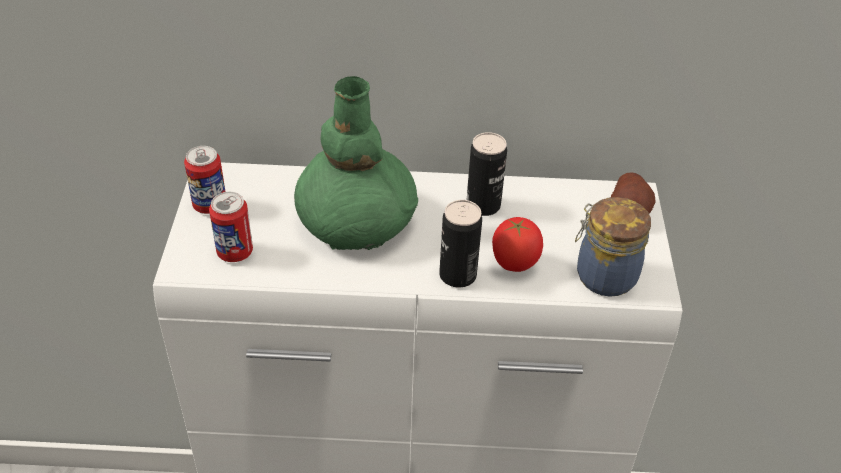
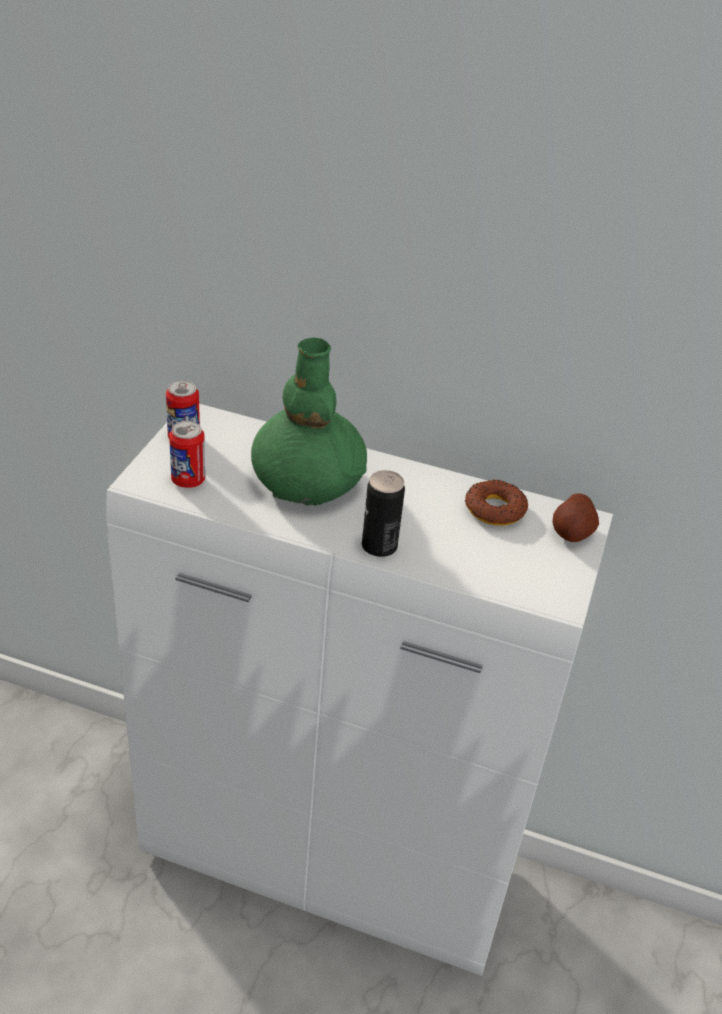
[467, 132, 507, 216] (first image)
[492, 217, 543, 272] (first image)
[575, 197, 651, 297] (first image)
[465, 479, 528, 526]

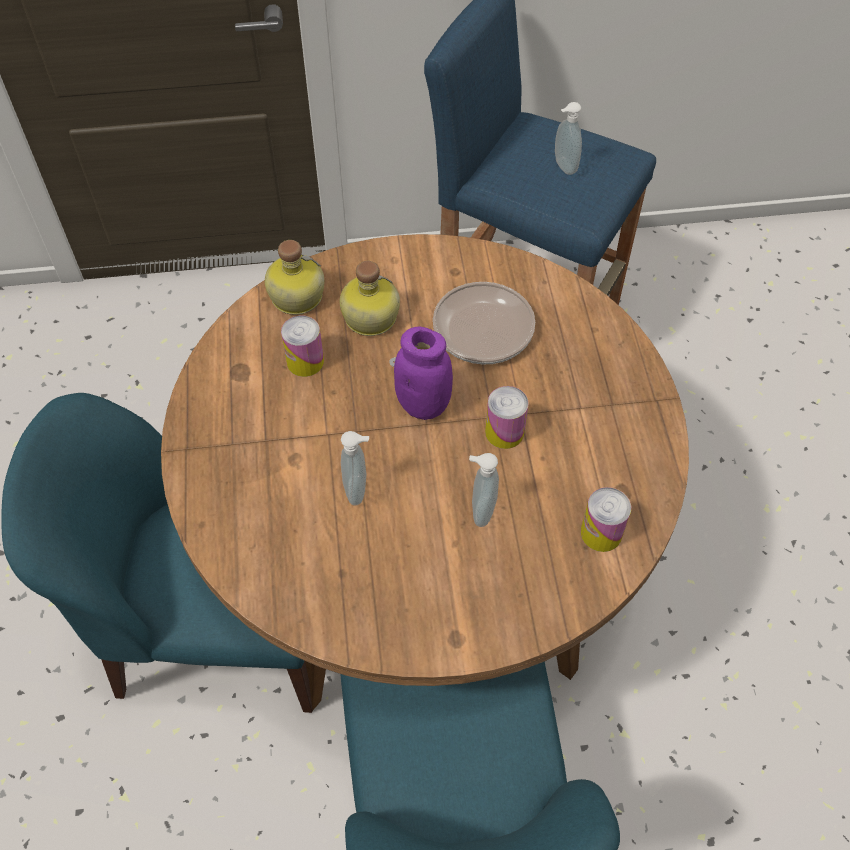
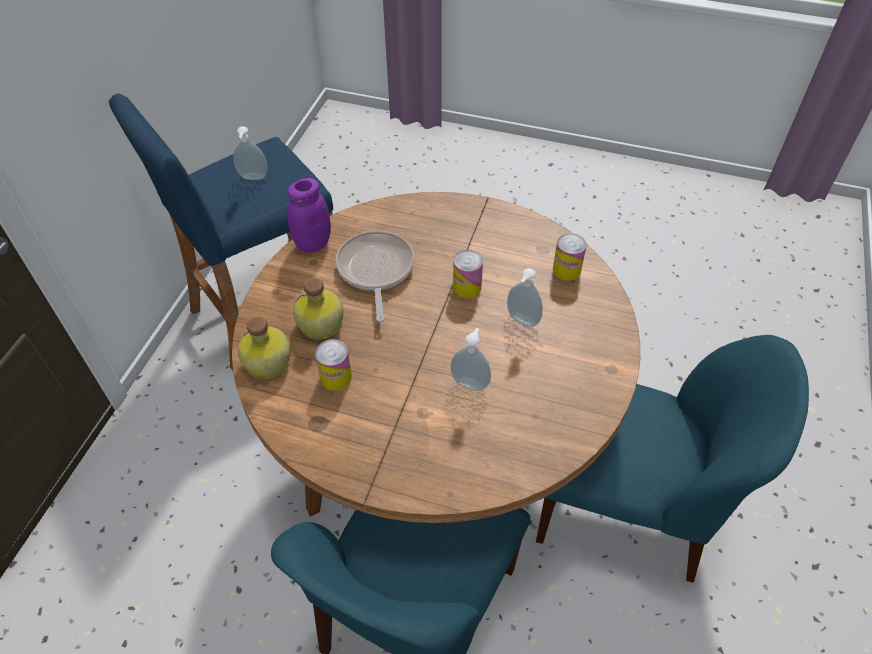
[287, 178, 331, 252]

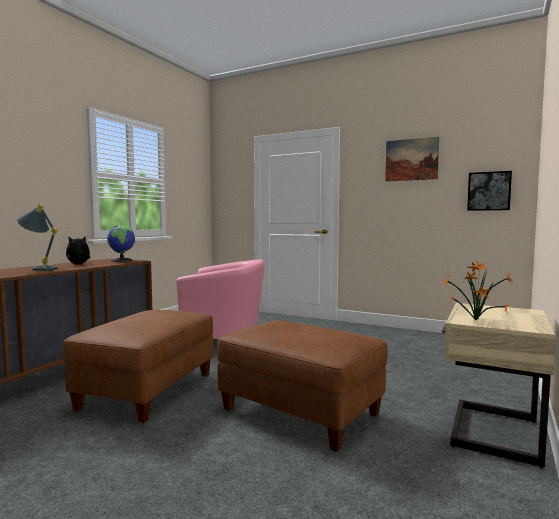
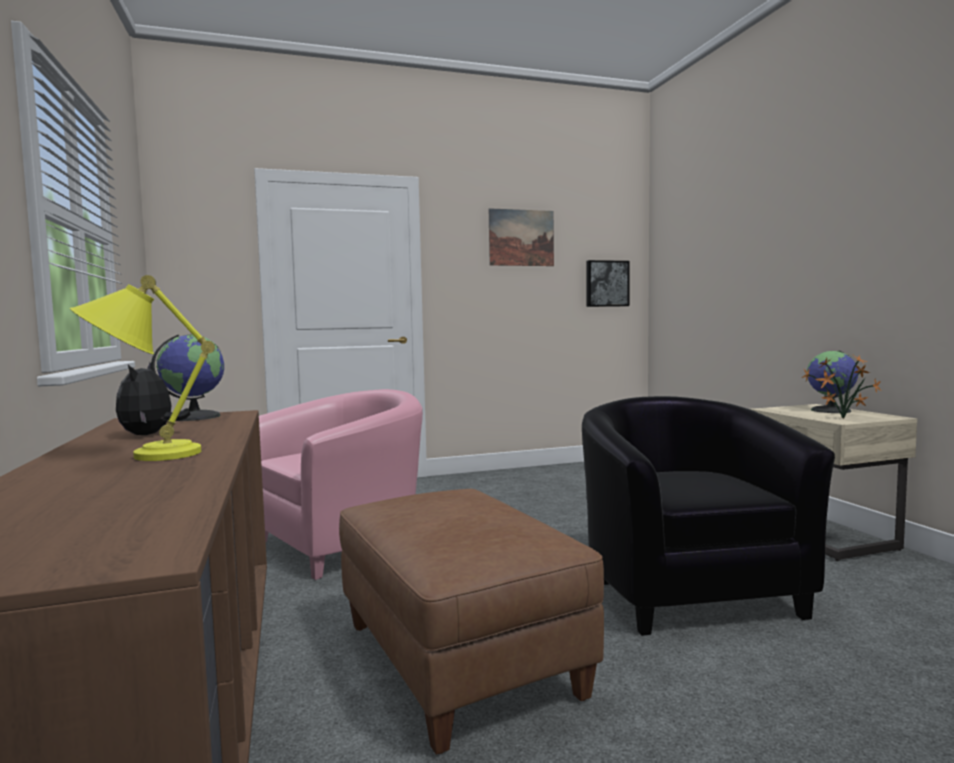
[70, 275, 215, 461]
[582, 396, 835, 636]
[807, 350, 858, 413]

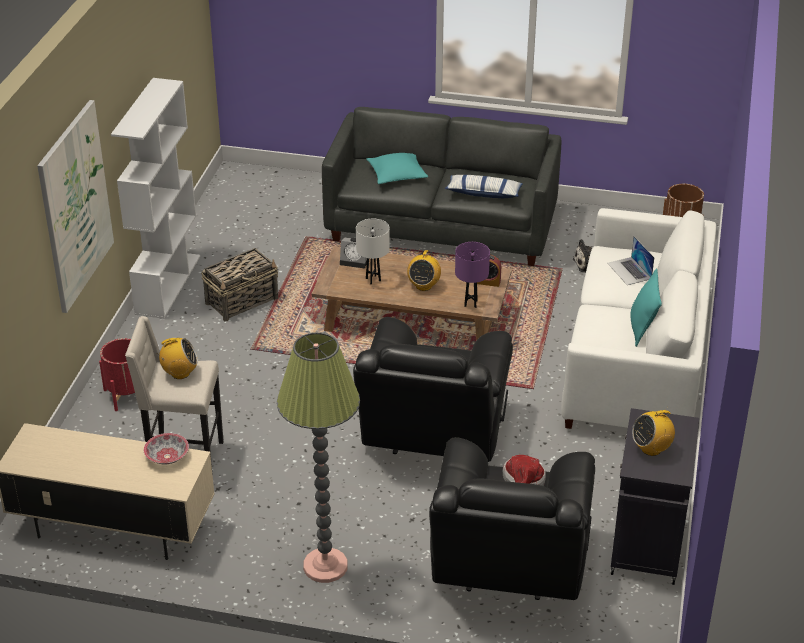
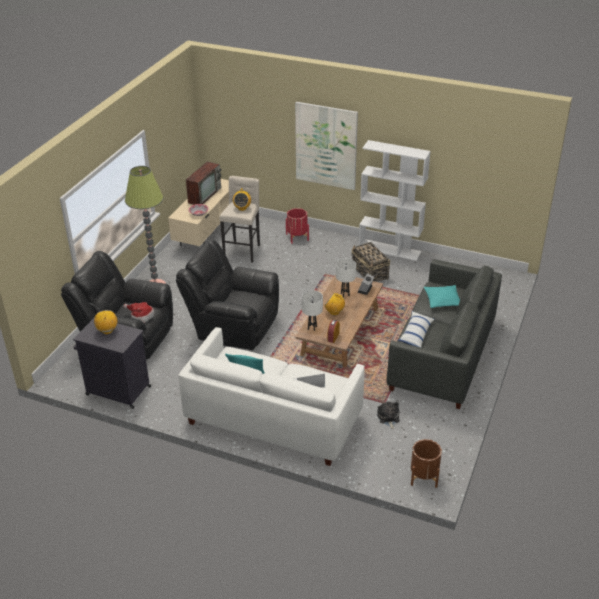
[302, 290, 323, 331]
[186, 161, 222, 205]

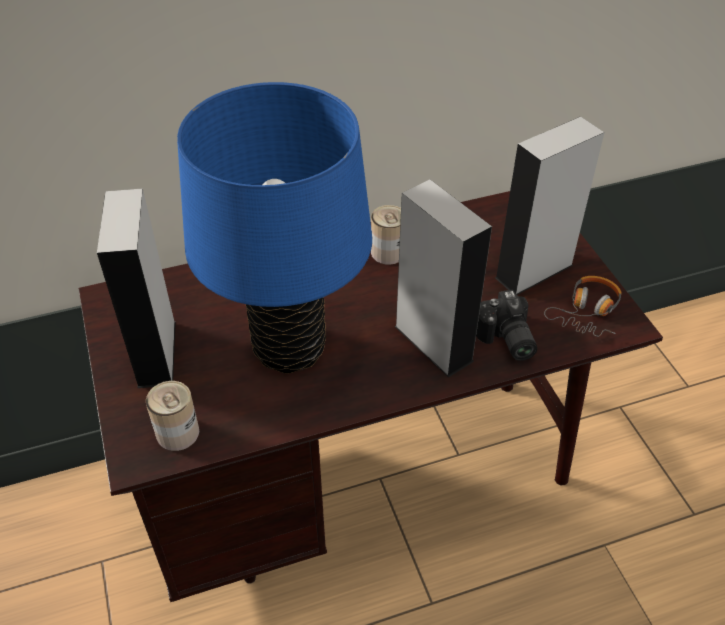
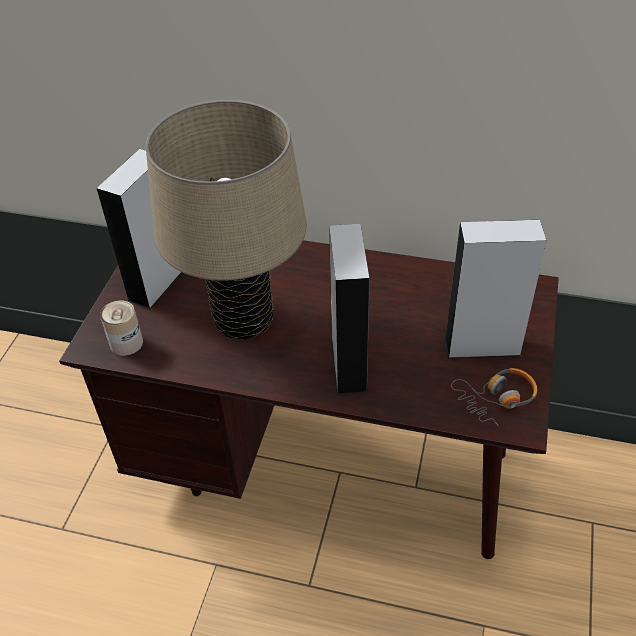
[146, 100, 307, 340]
[371, 205, 401, 265] (first image)
[476, 290, 537, 361] (first image)

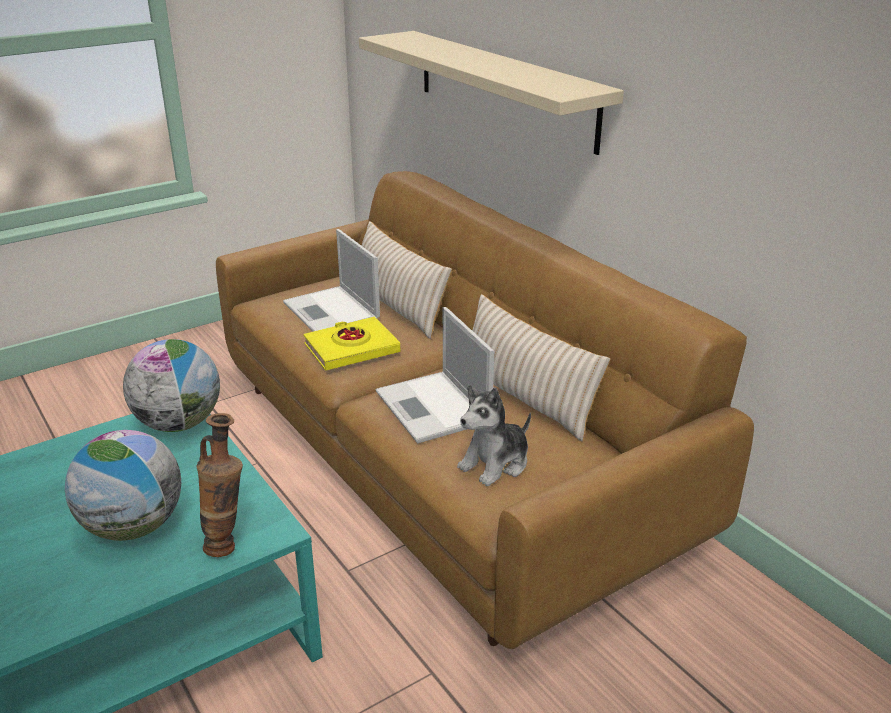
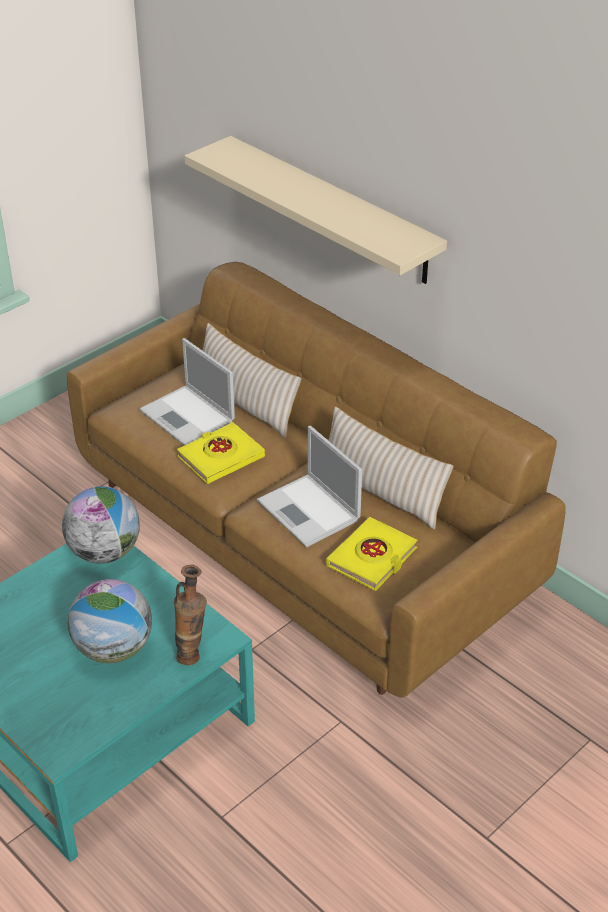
[326, 517, 417, 591]

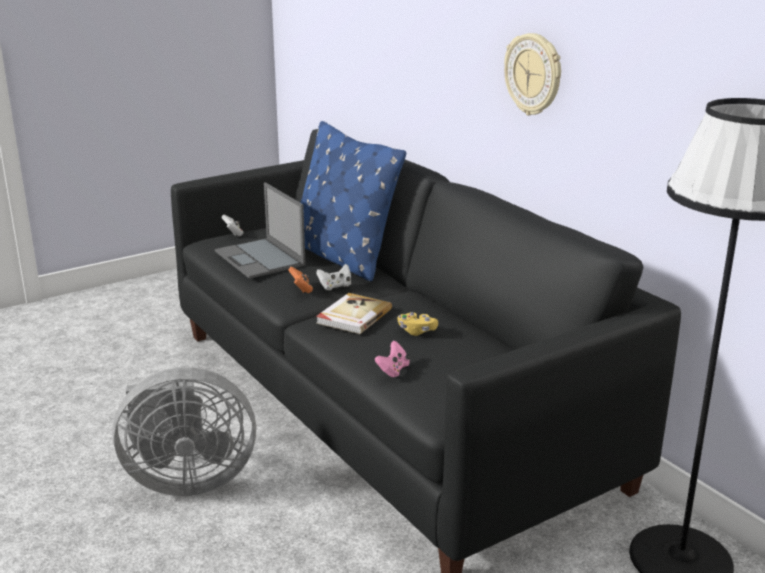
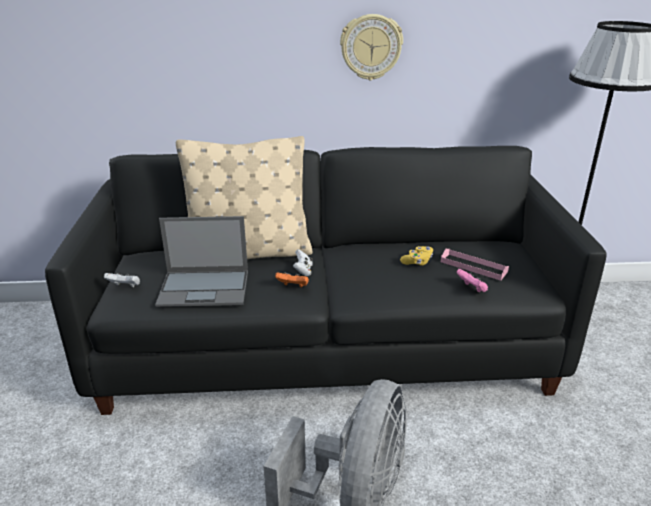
[176, 136, 312, 259]
[316, 293, 392, 334] (first image)
[441, 249, 509, 281]

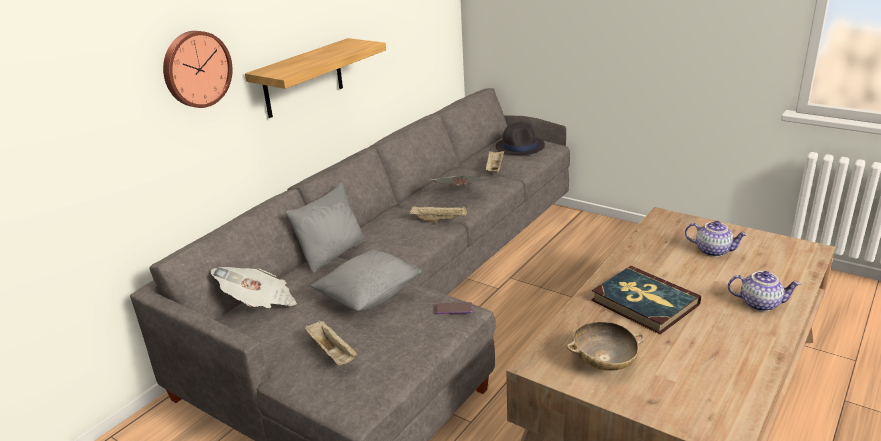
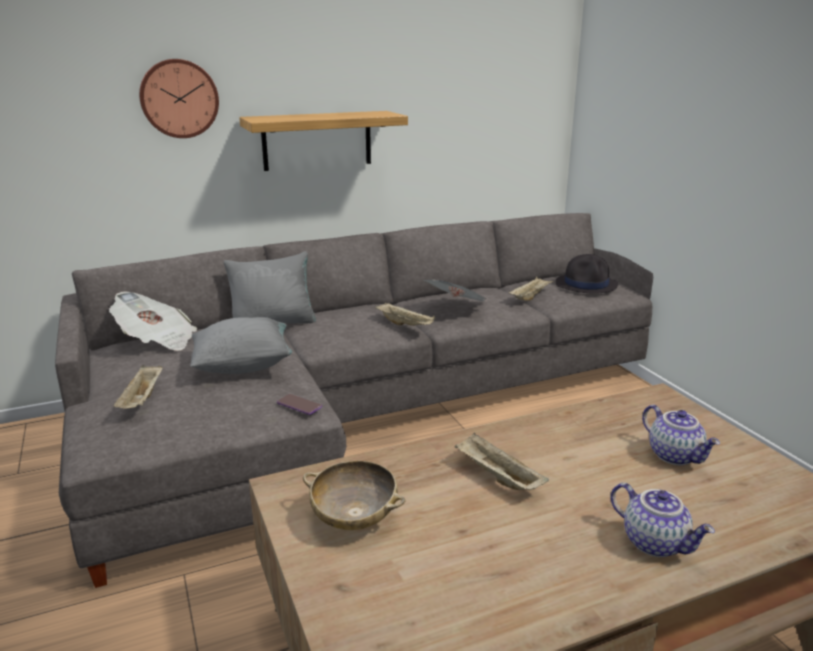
[455, 432, 549, 490]

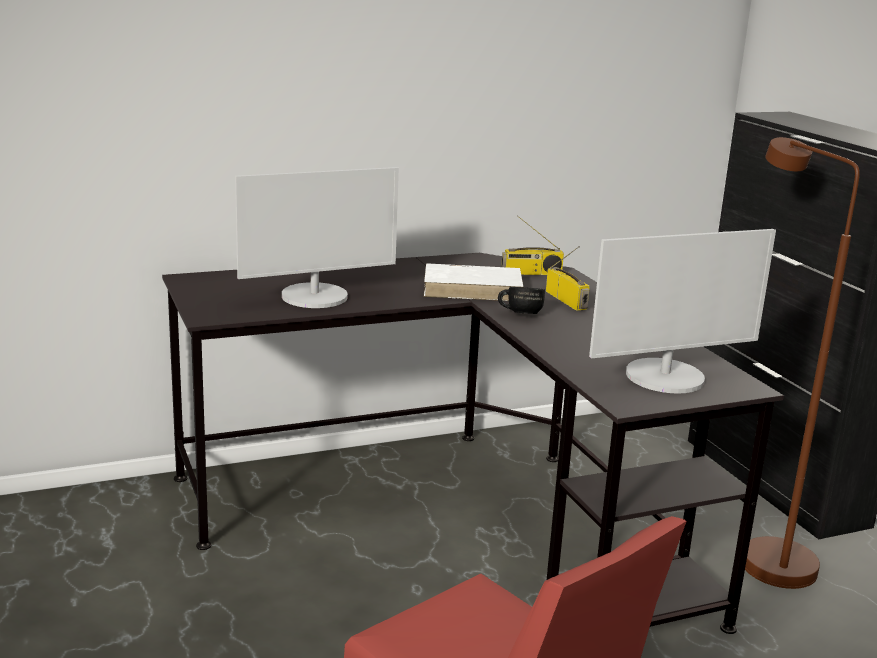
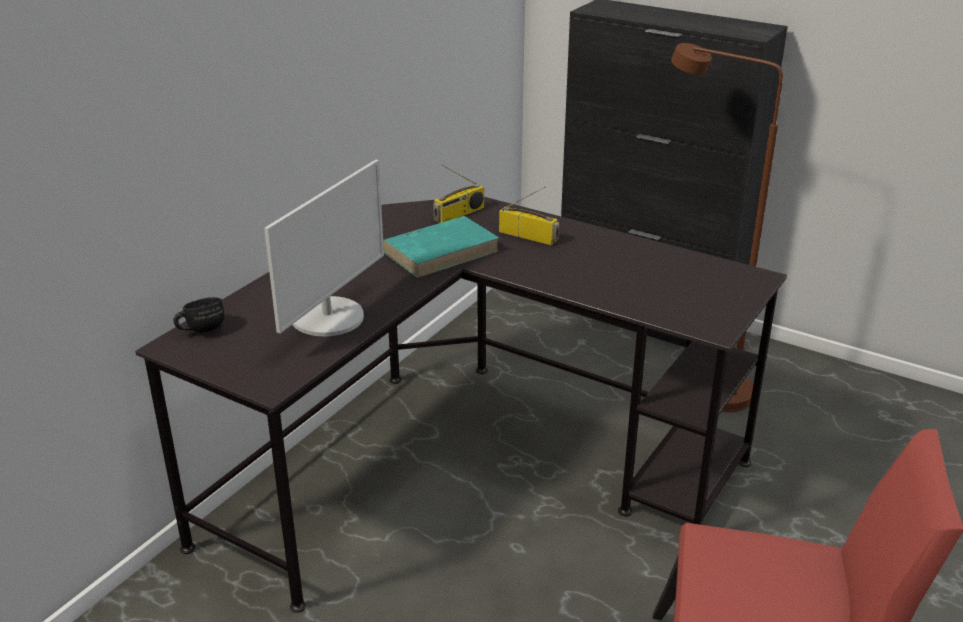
[383, 216, 499, 278]
[173, 297, 224, 333]
[589, 229, 776, 394] (first image)

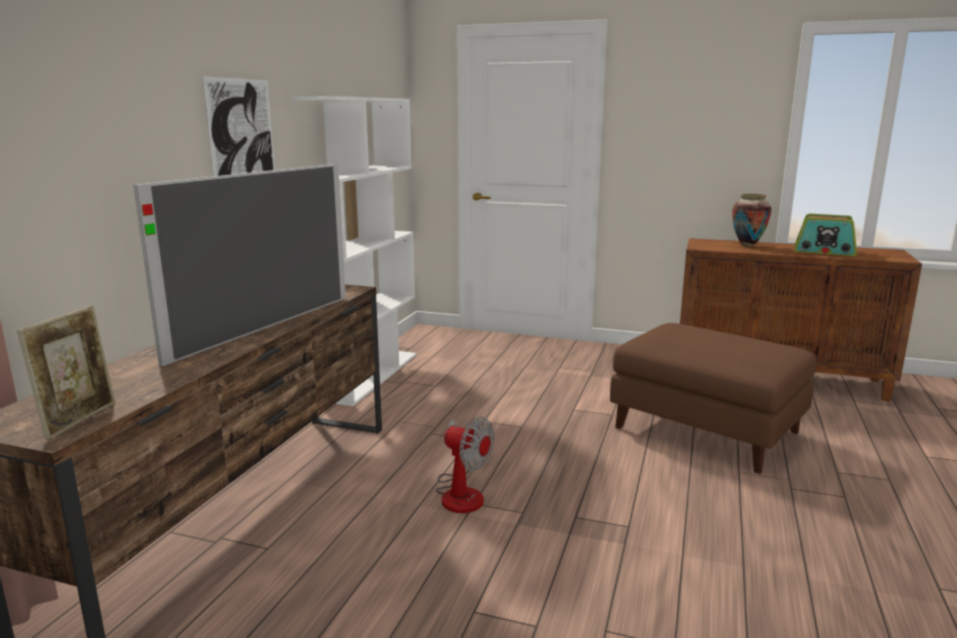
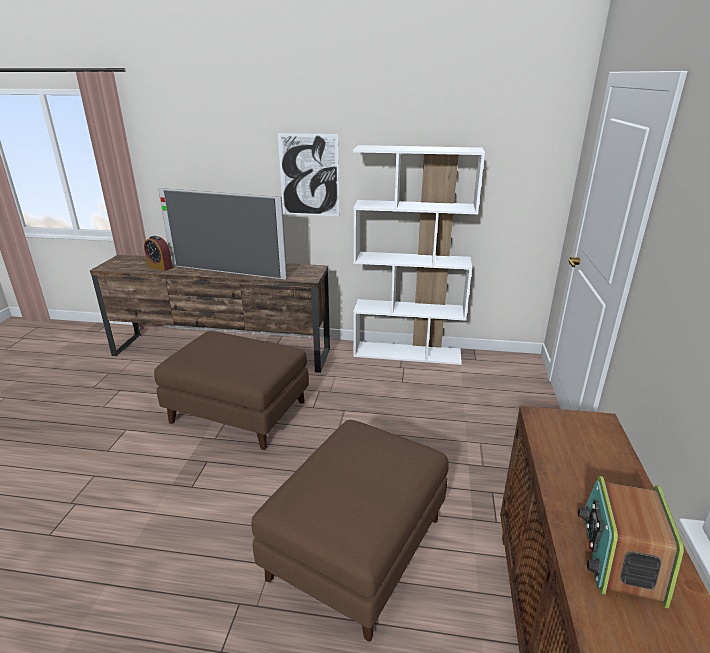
[17, 306, 115, 440] (first image)
[154, 331, 309, 450]
[732, 194, 771, 246] (first image)
[144, 236, 173, 271]

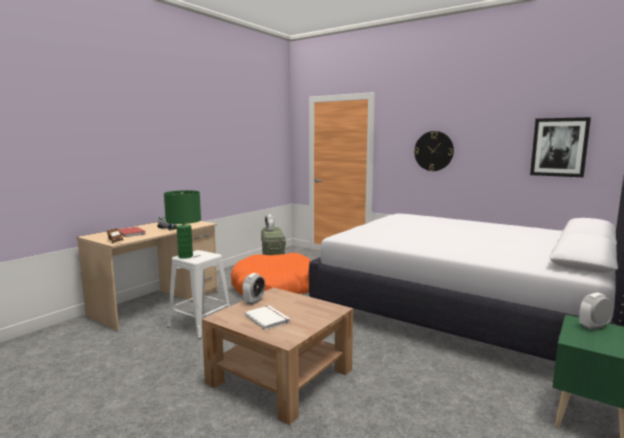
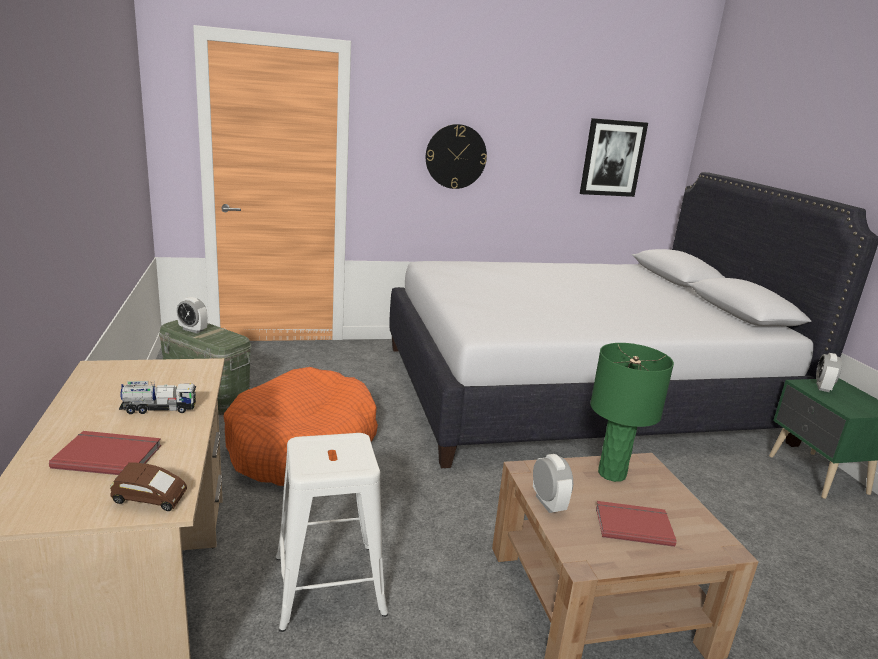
[590, 343, 674, 482]
[596, 501, 677, 547]

